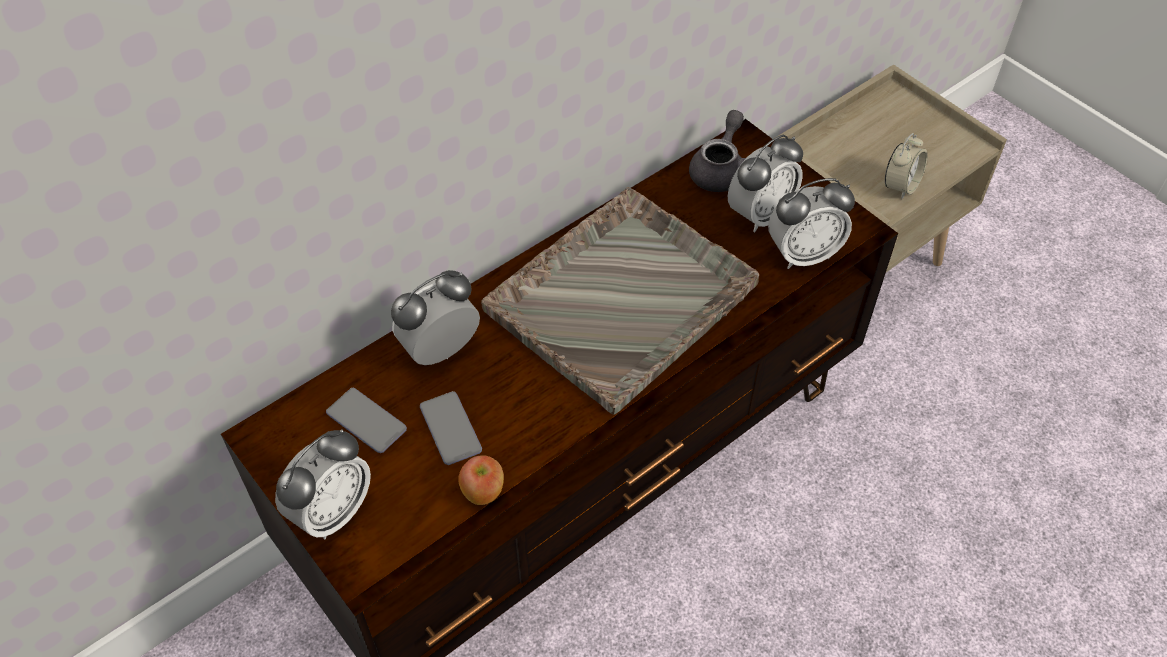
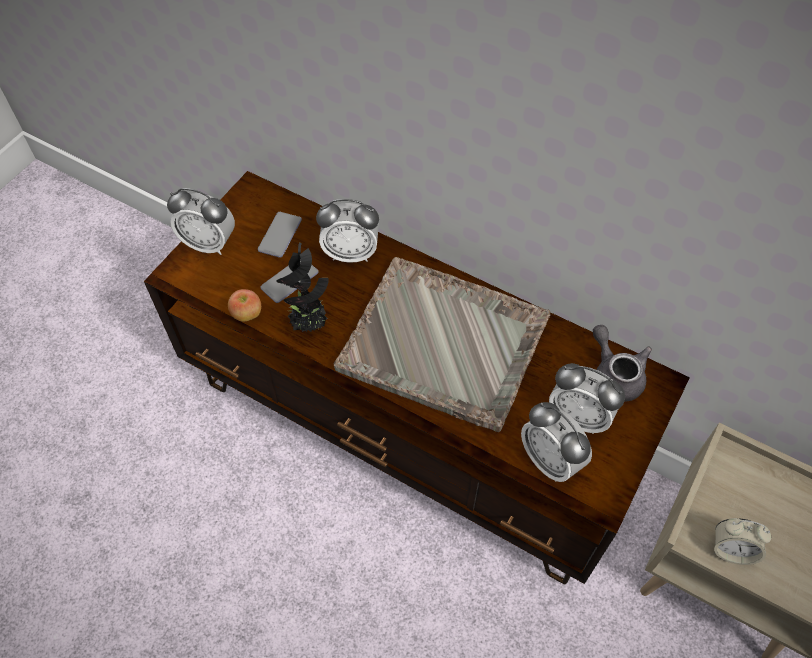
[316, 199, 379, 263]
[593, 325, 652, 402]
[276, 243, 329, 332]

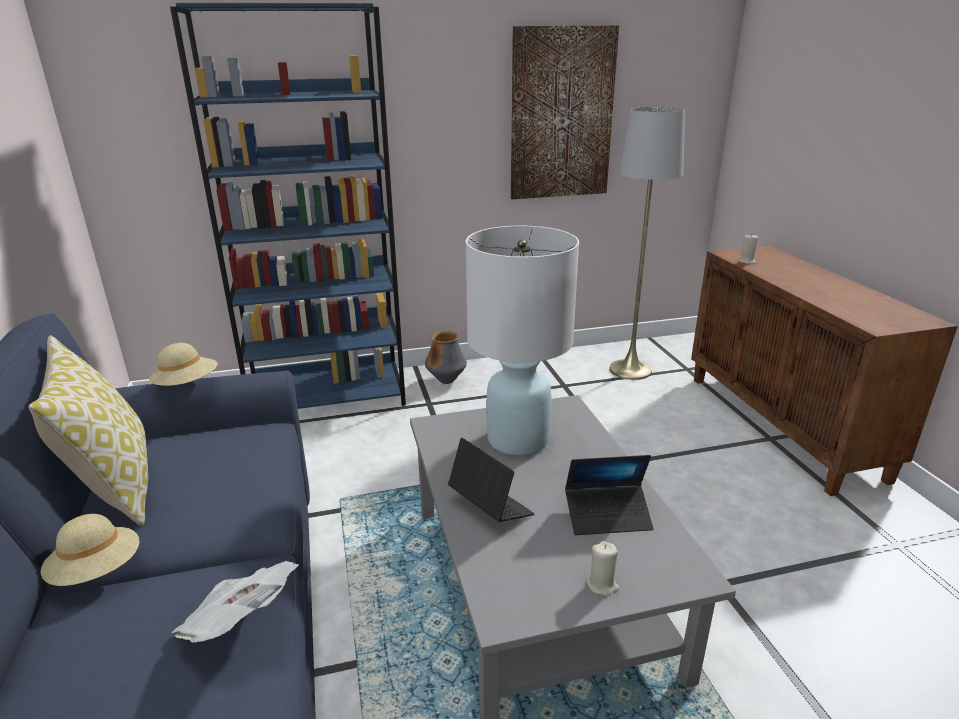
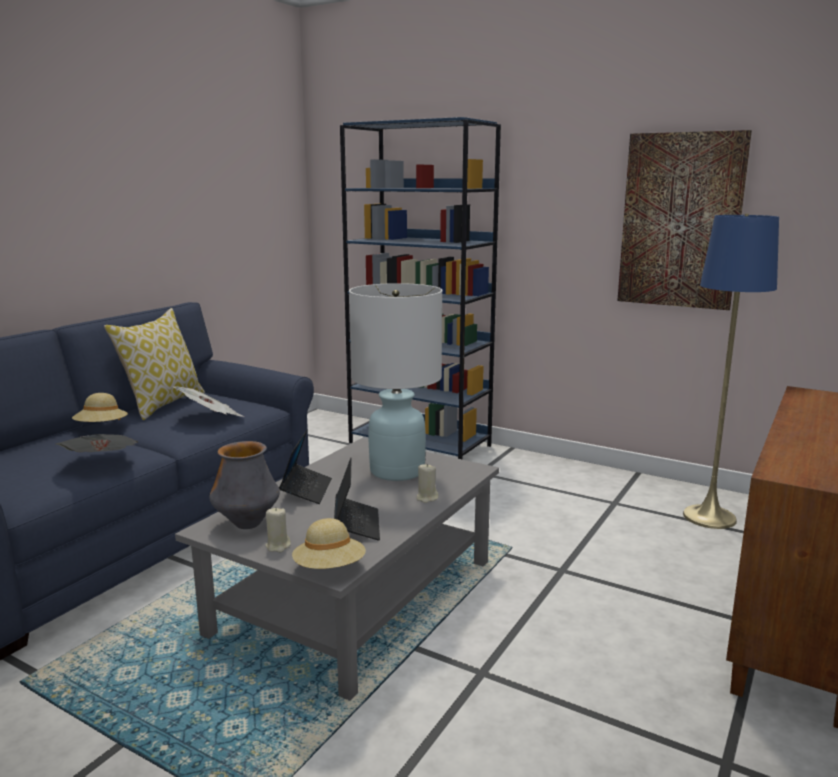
[292, 518, 366, 569]
[209, 441, 280, 529]
[334, 458, 380, 541]
[683, 214, 779, 529]
[416, 464, 439, 503]
[172, 386, 245, 417]

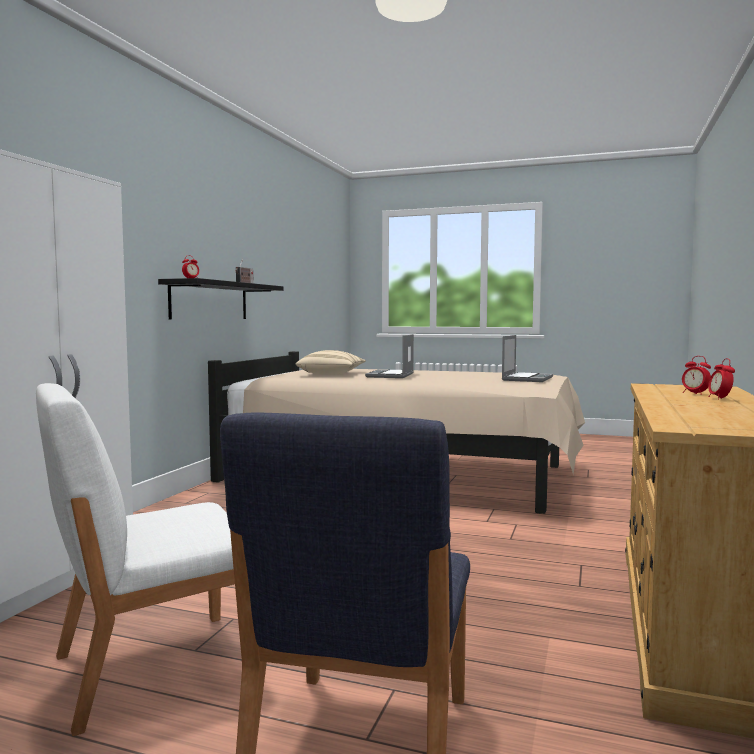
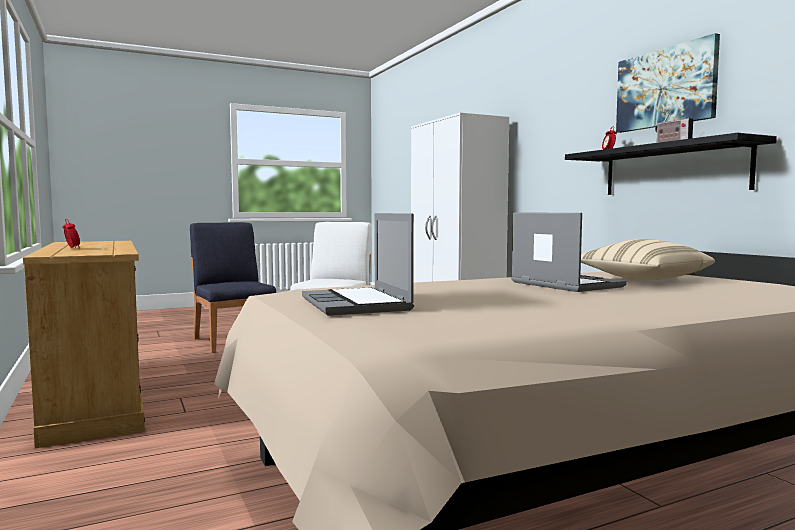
[682, 356, 711, 395] (first image)
[616, 33, 720, 133]

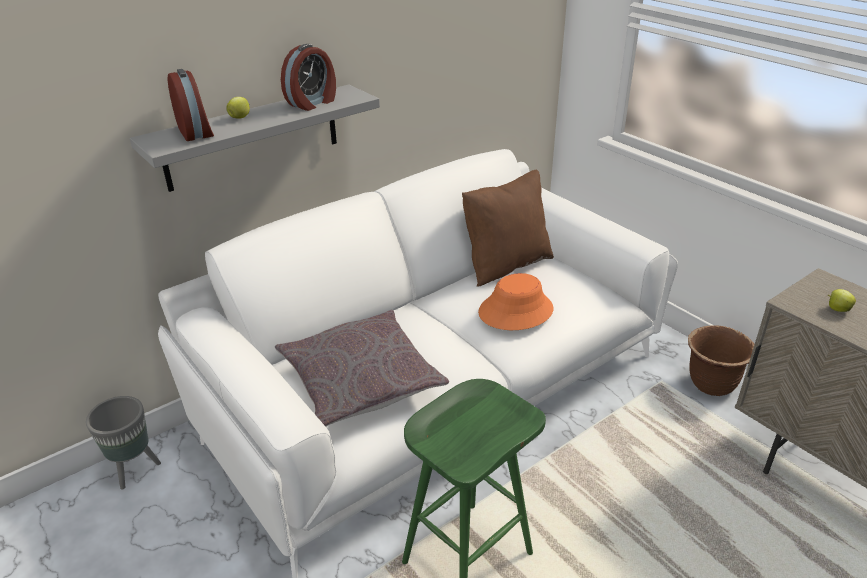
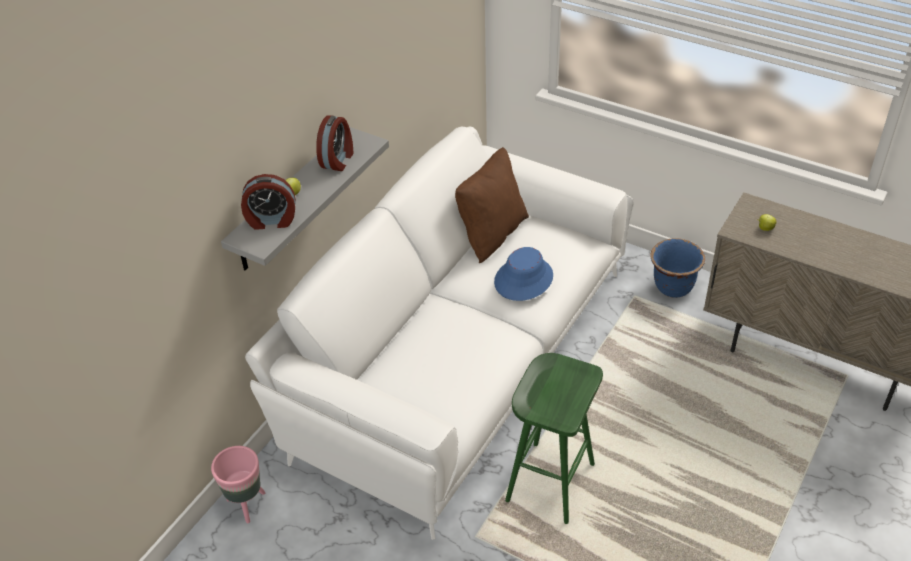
[211, 446, 265, 523]
[241, 174, 296, 230]
[275, 310, 449, 427] (first image)
[494, 247, 553, 301]
[650, 238, 705, 298]

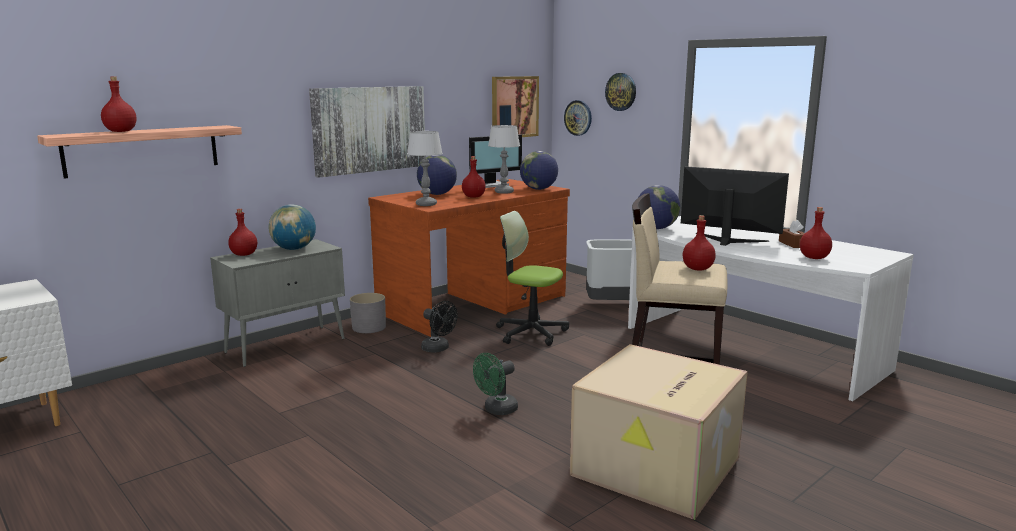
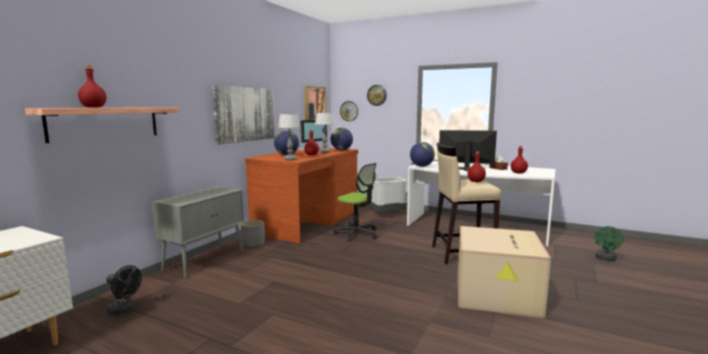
[228, 209, 257, 256] (first image)
[269, 204, 316, 250] (first image)
[106, 265, 142, 315]
[595, 226, 624, 261]
[334, 163, 377, 241]

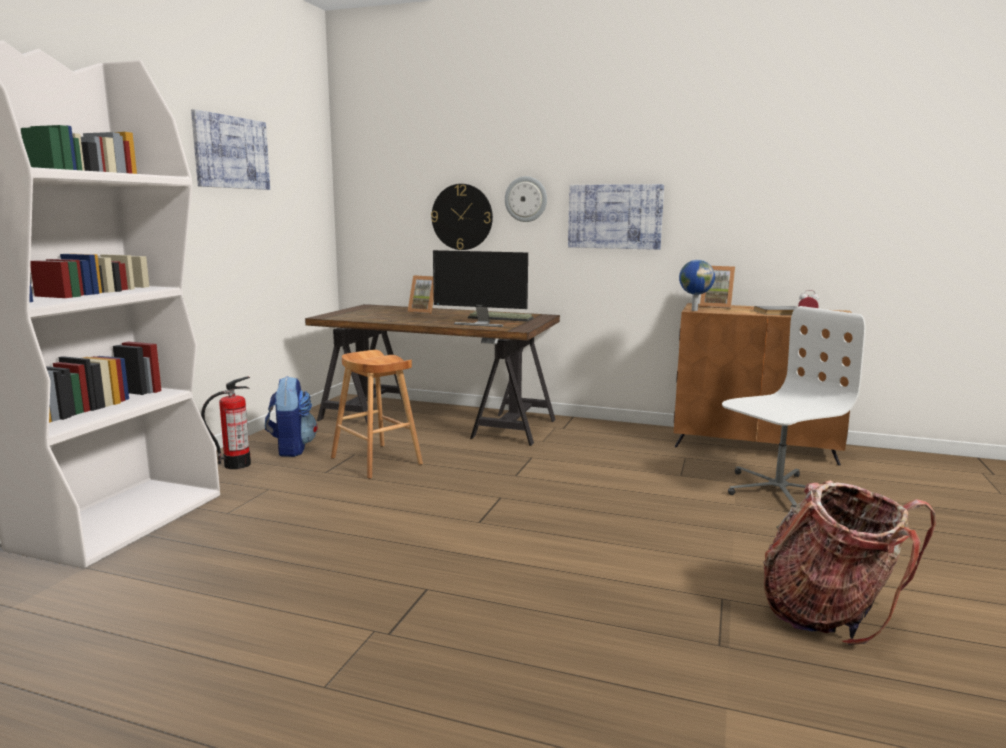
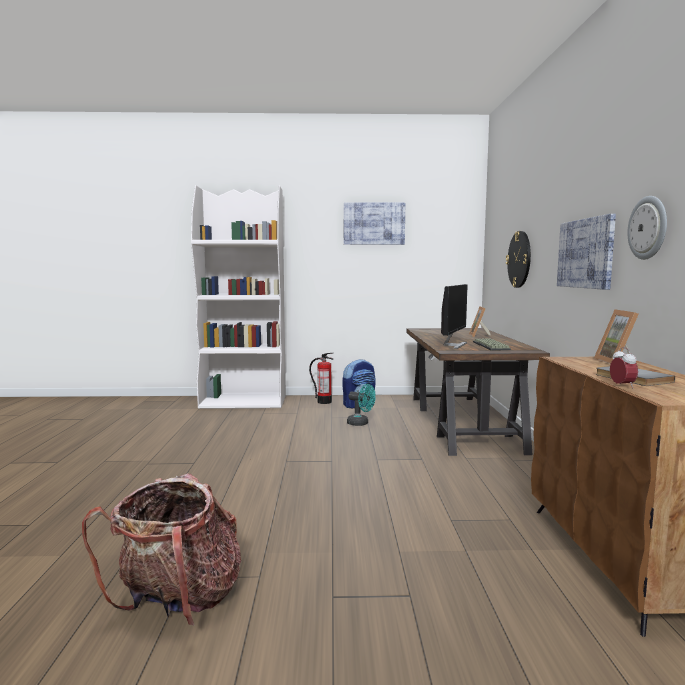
[347, 384, 376, 426]
[441, 284, 468, 349]
[627, 196, 667, 260]
[679, 260, 715, 311] (first image)
[722, 306, 866, 507] (first image)

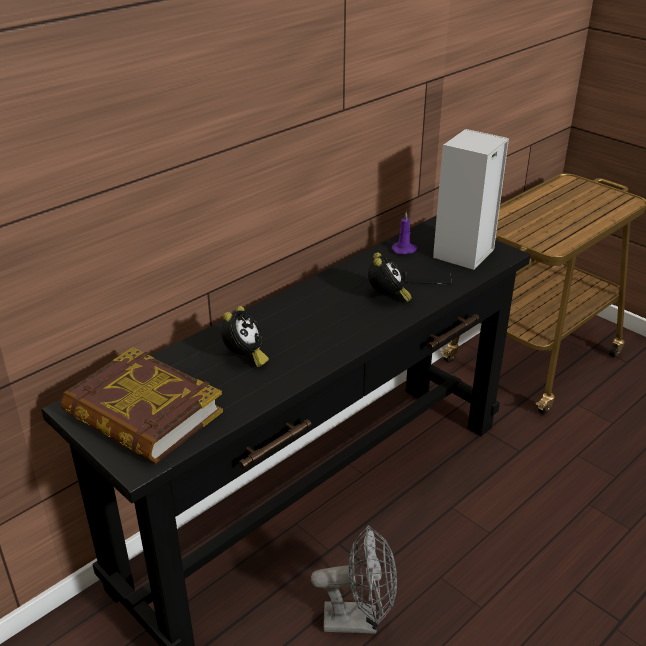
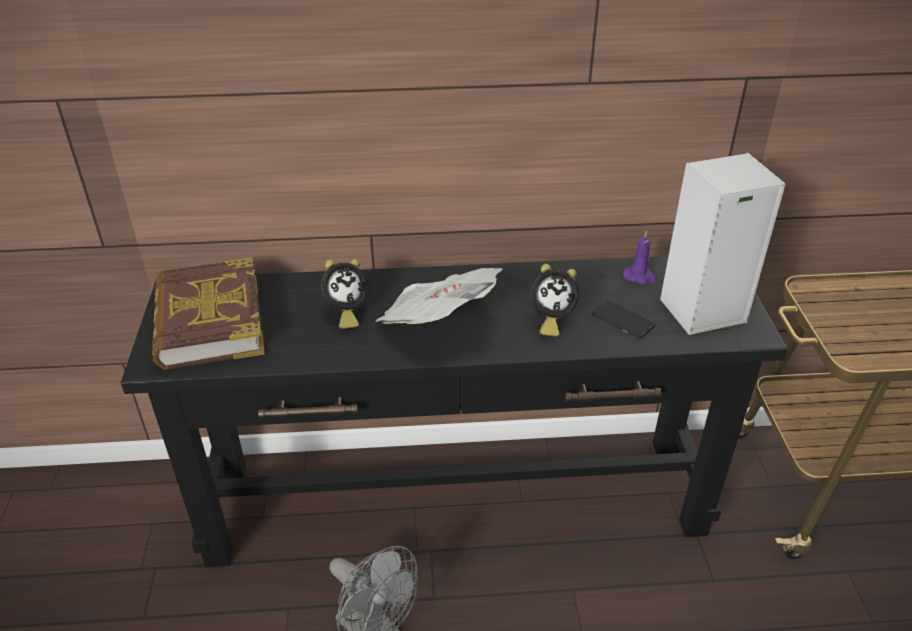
[530, 264, 580, 337]
[375, 268, 503, 324]

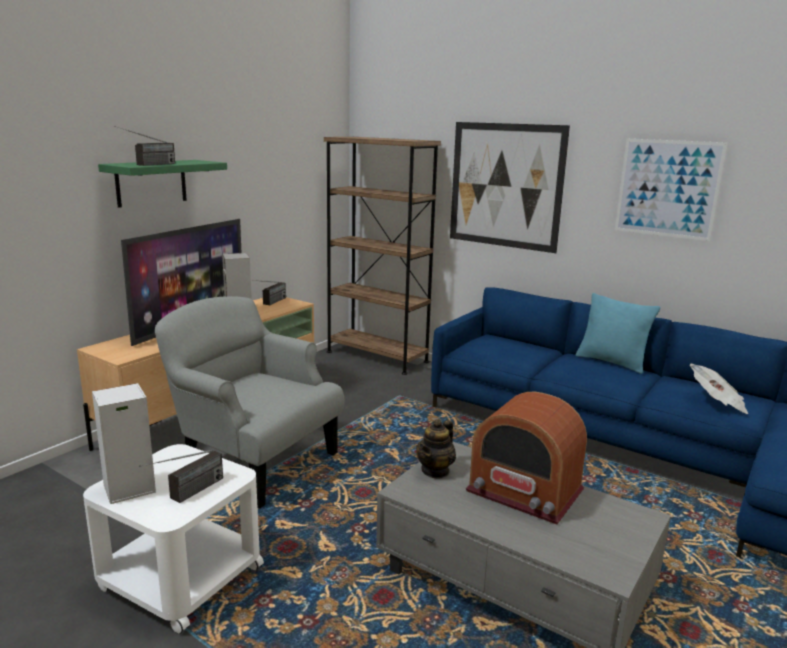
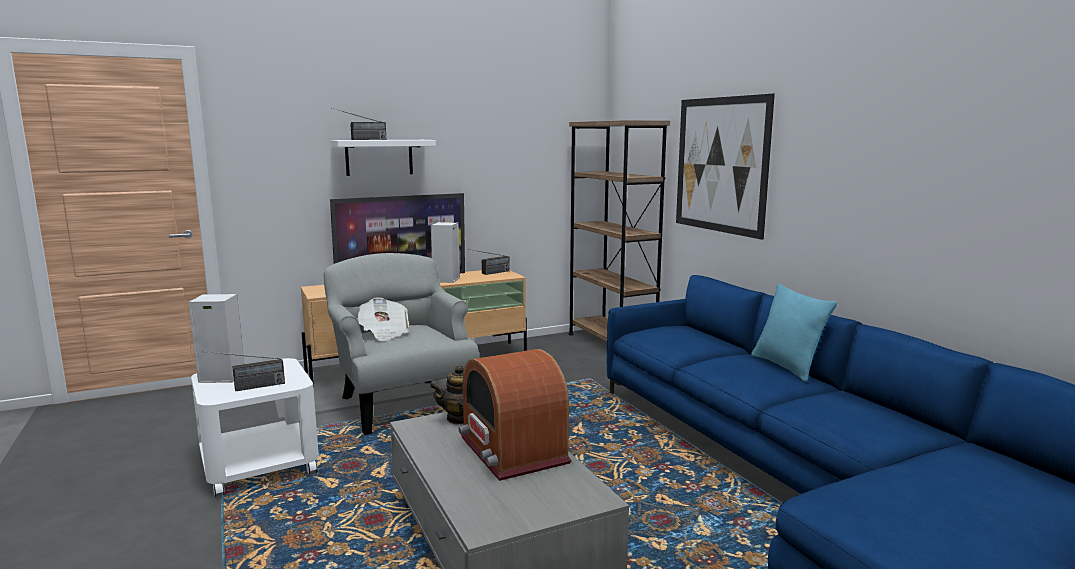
[331, 140, 436, 176]
[615, 139, 728, 241] (first image)
[357, 297, 409, 341]

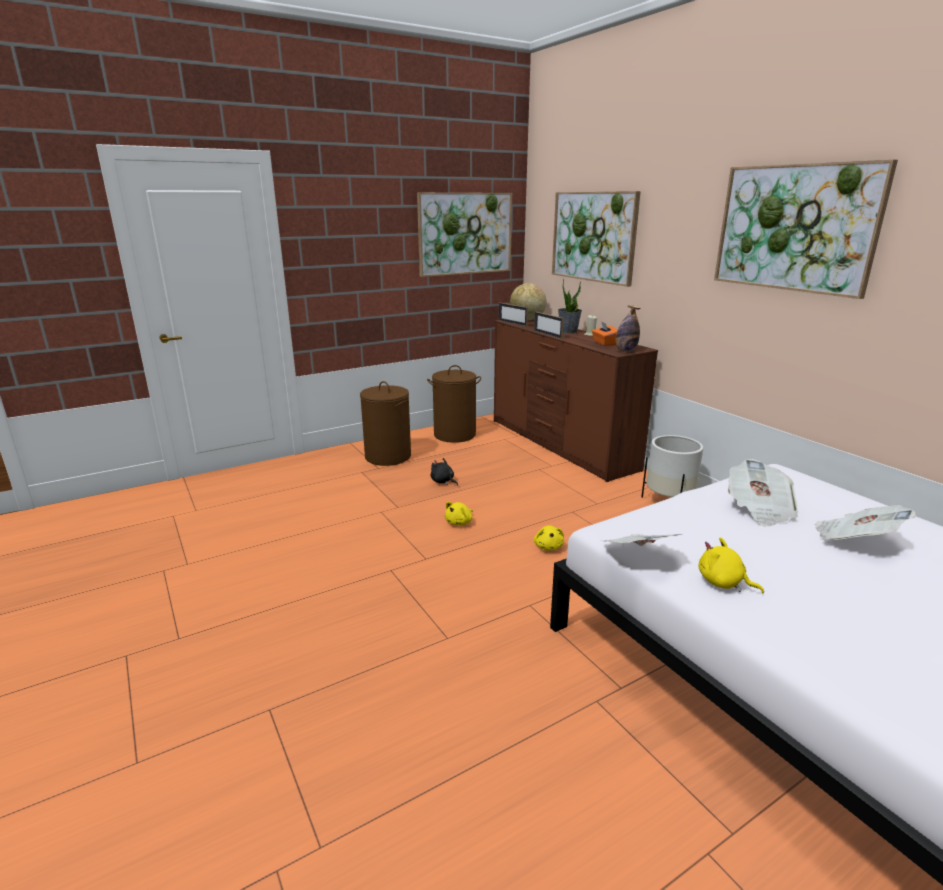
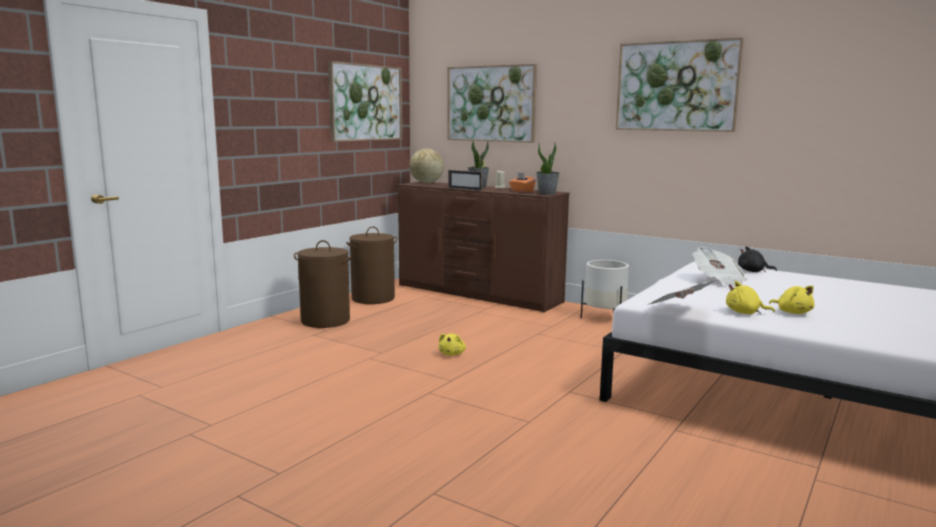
[738, 246, 777, 272]
[498, 303, 528, 326] (first image)
[769, 286, 814, 314]
[536, 141, 559, 195]
[815, 505, 916, 540] (first image)

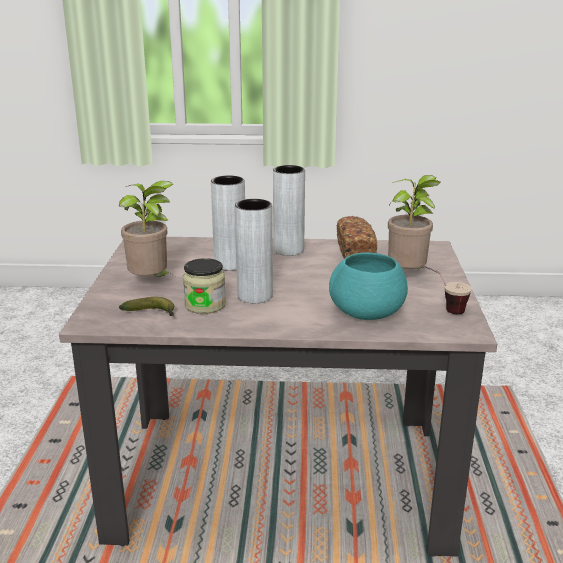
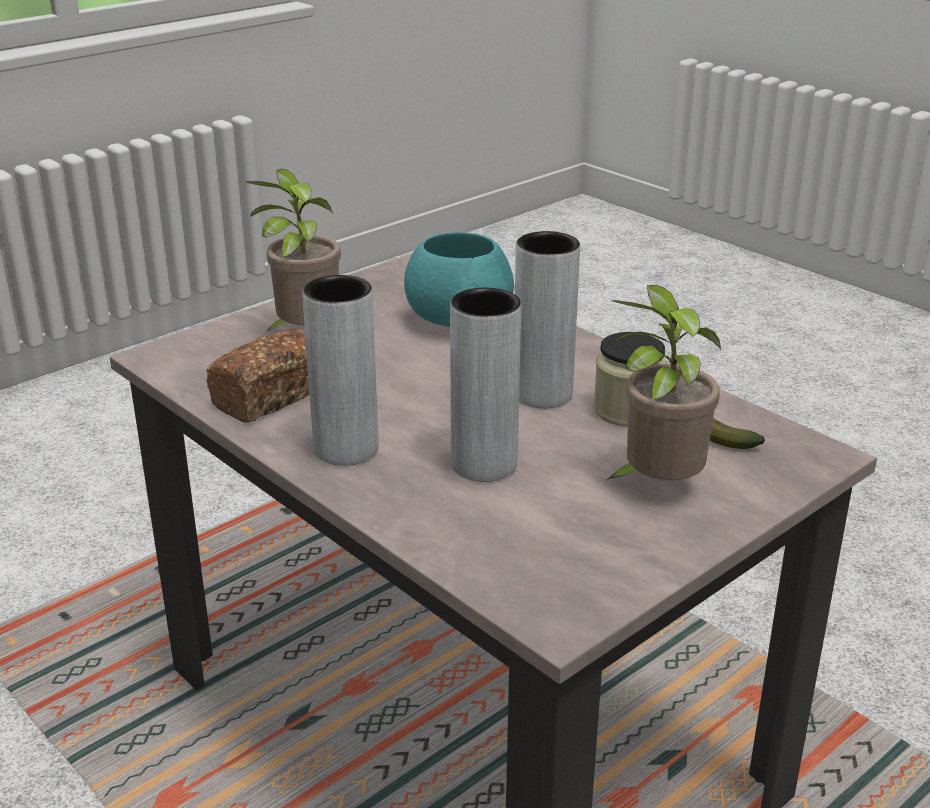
[424, 266, 472, 314] (first image)

